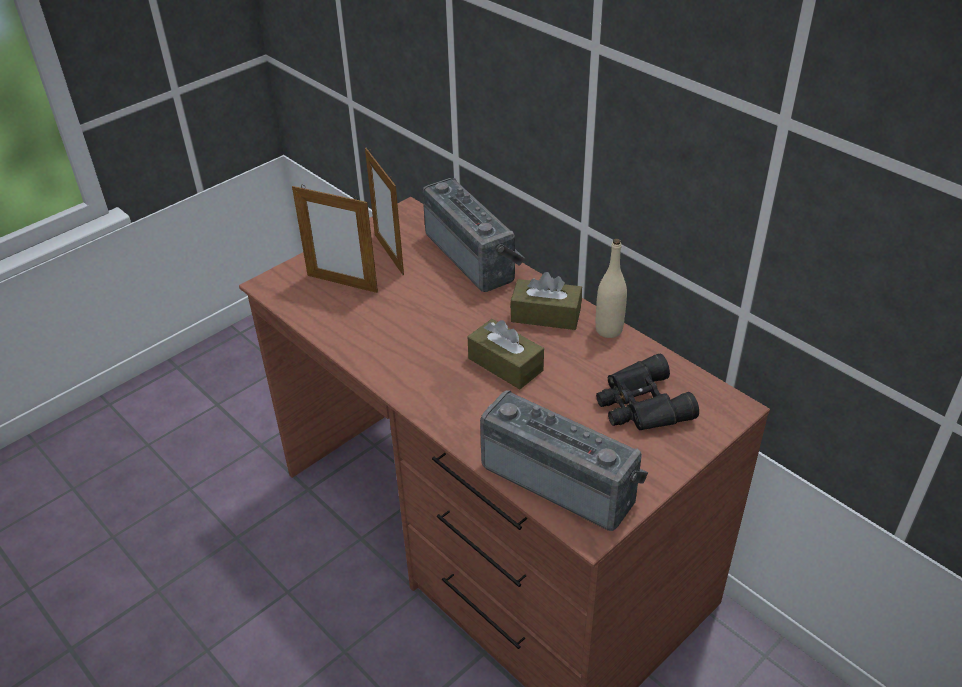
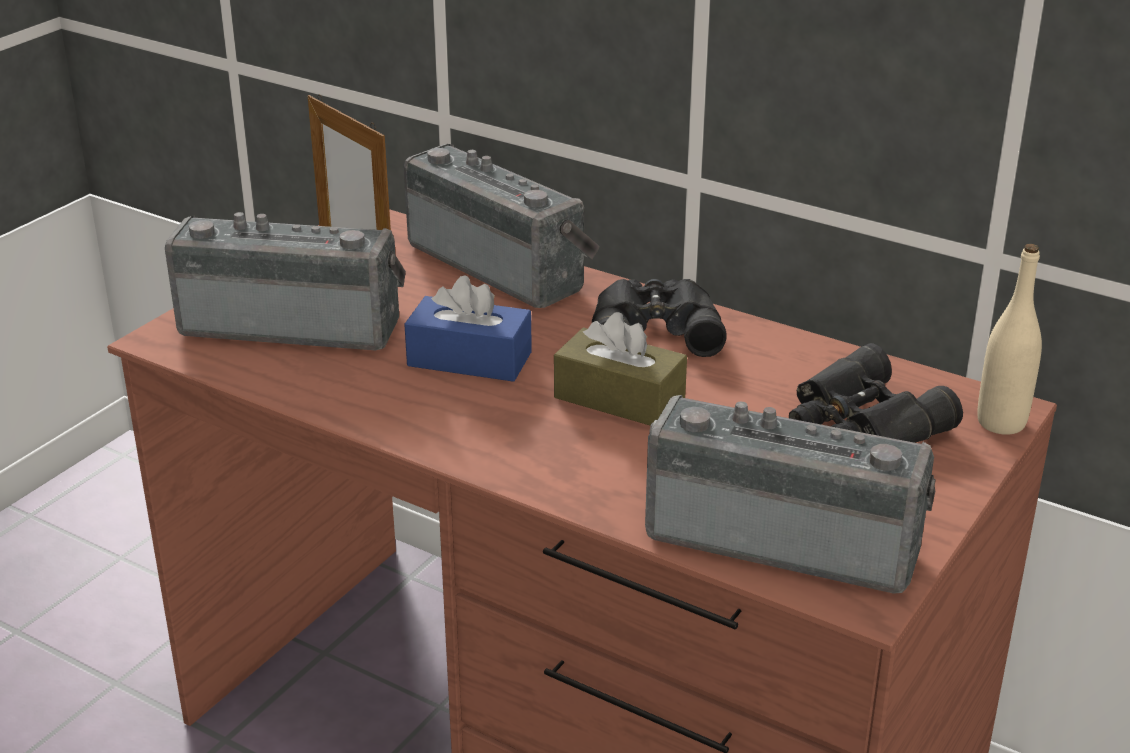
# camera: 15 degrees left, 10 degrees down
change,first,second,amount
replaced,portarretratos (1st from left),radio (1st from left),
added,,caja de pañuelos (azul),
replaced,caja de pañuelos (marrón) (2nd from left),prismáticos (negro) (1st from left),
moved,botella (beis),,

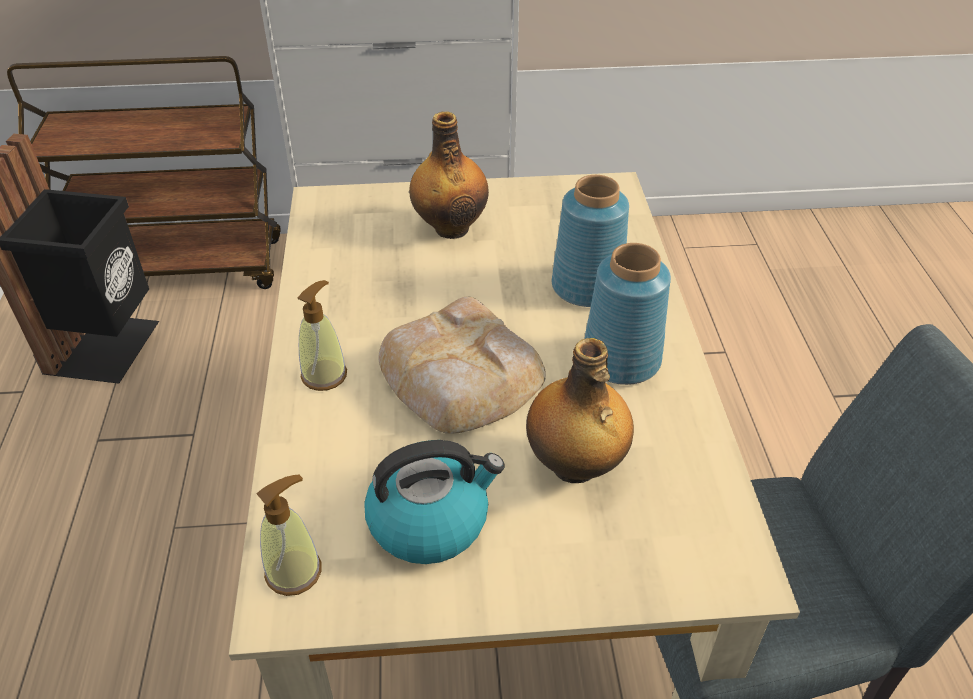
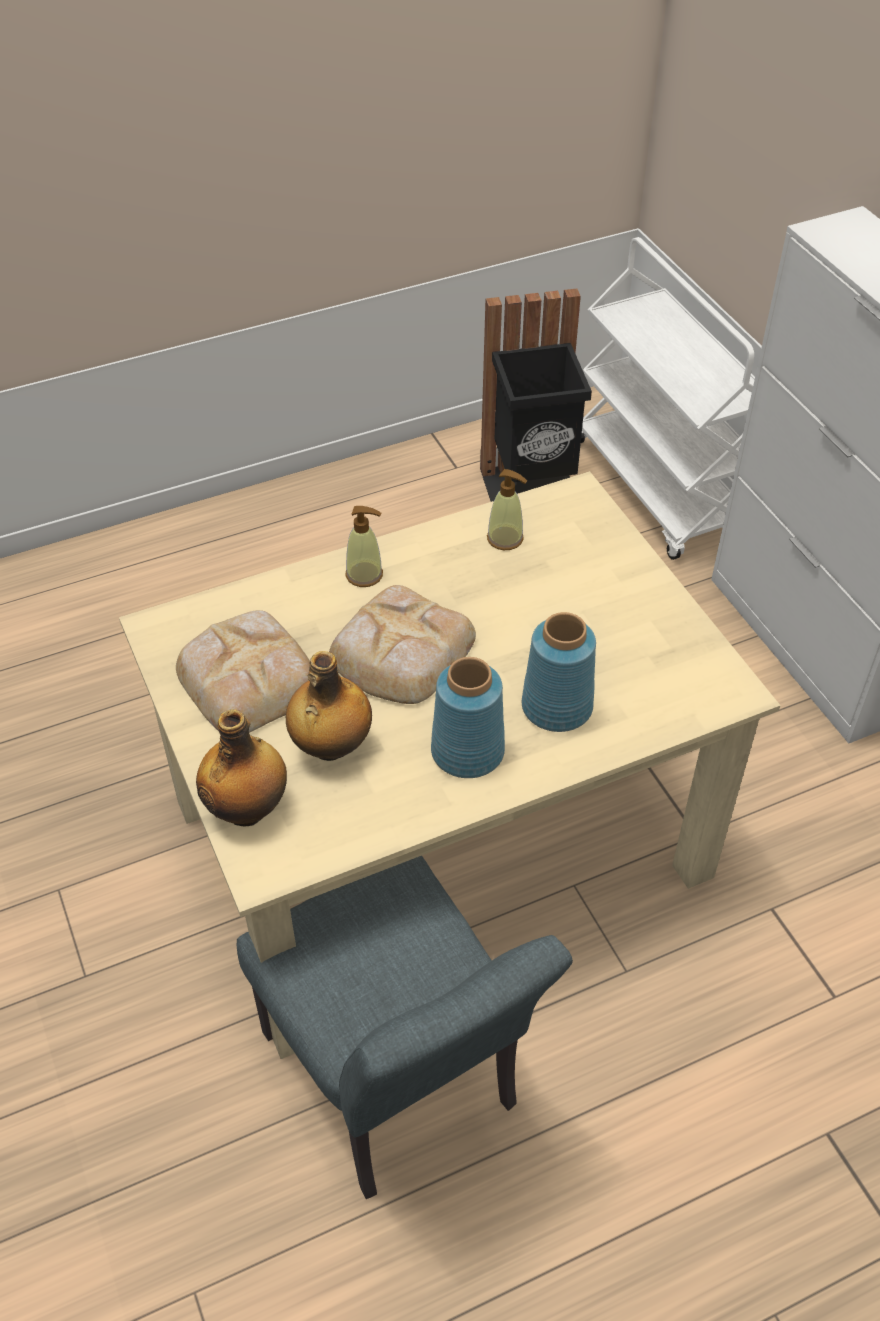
# camera: 70 degrees right, 5 degrees up
change,first,second,amount
replaced,hervidor,pan (1st from left),
moved,botella (1st from left),,
moved,dispensador de jabón (1st from left in the first image),dispensador de jabón (2nd from left),
recoloured,carrito (marrón),carrito (blanco),

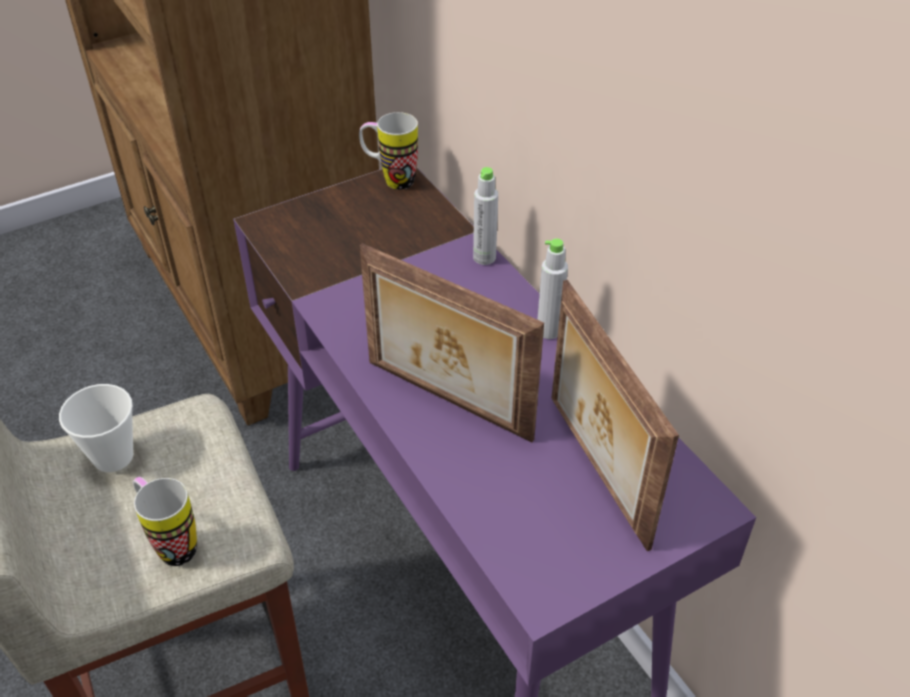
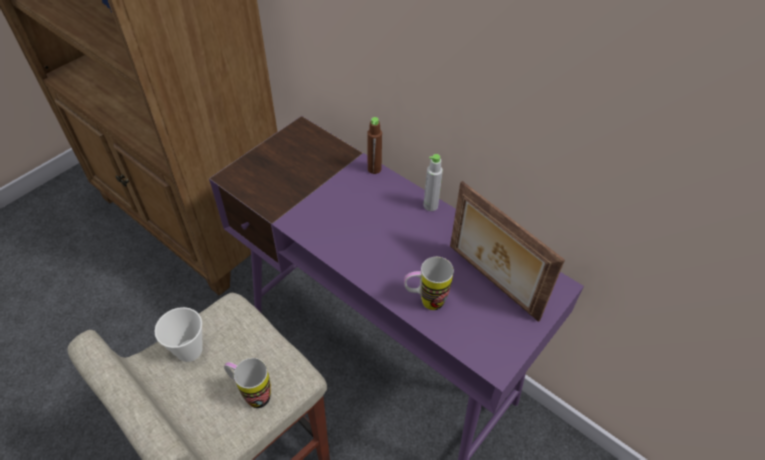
# camera: 20 degrees left, 5 degrees up
change,first,second,amount
recoloured,botella (gris) (1st from left),botella (marrón),
moved,taza grande (2nd from left),,
removed,portarretratos (1st from left),,

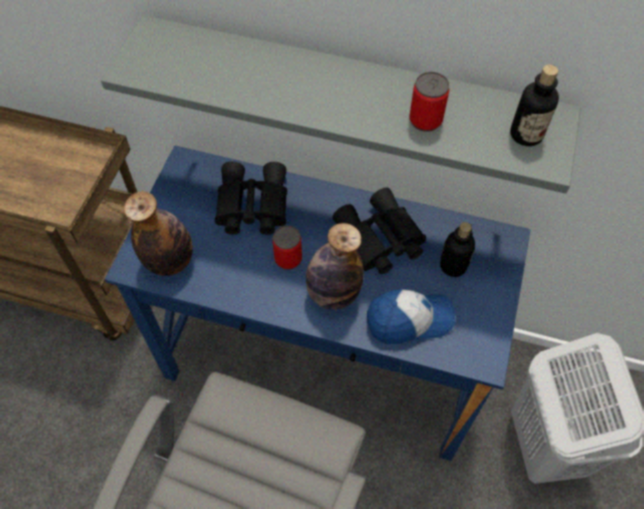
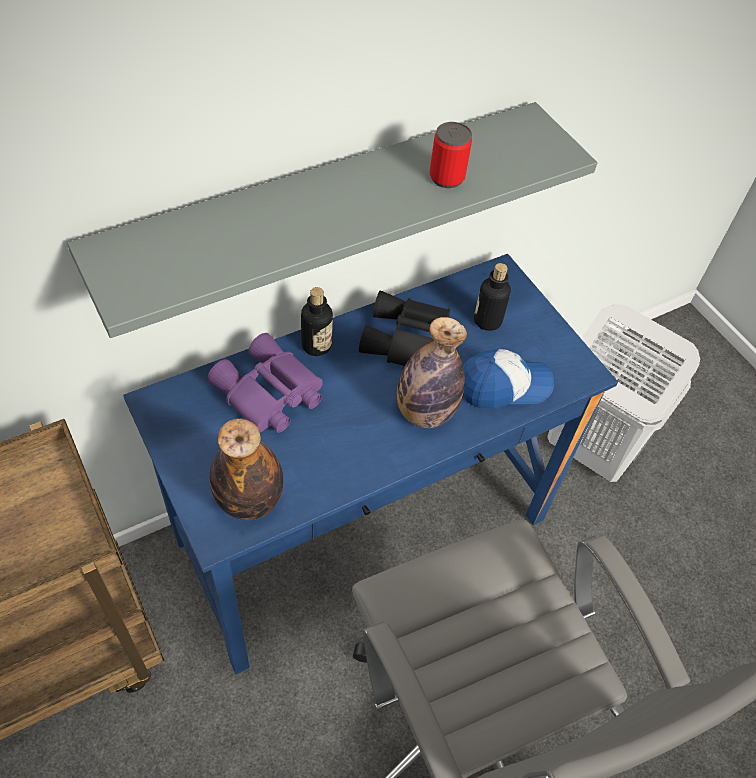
# camera: 50 degrees left, 5 degrees down
change,first,second,amount
recoloured,prismáticos (negro) (1st from left),prismáticos (morado),
moved,botella (4th from left in the first image),botella (2nd from left),
turned,gorra,,45 degrees clockwise
removed,lata (1st from left),,

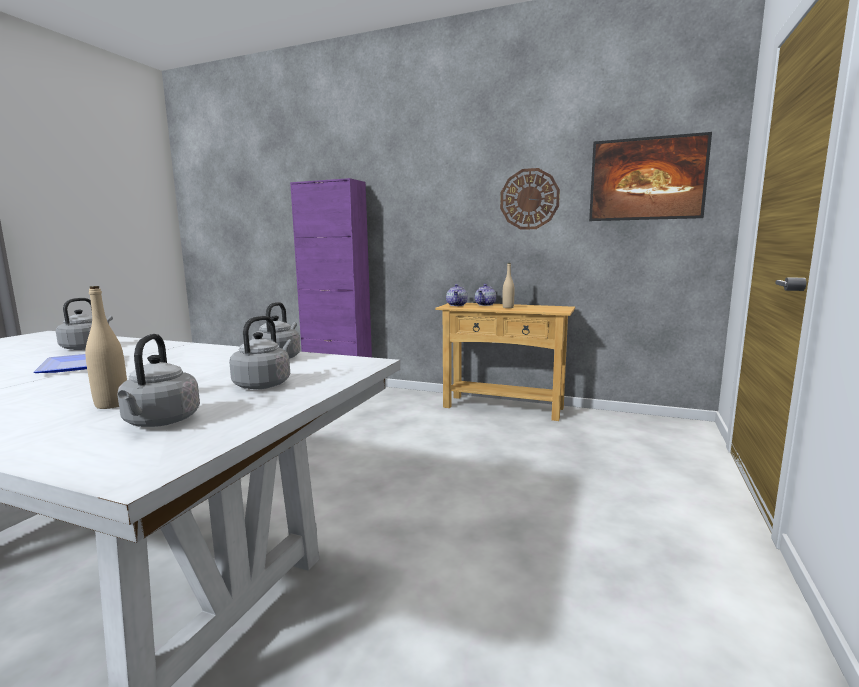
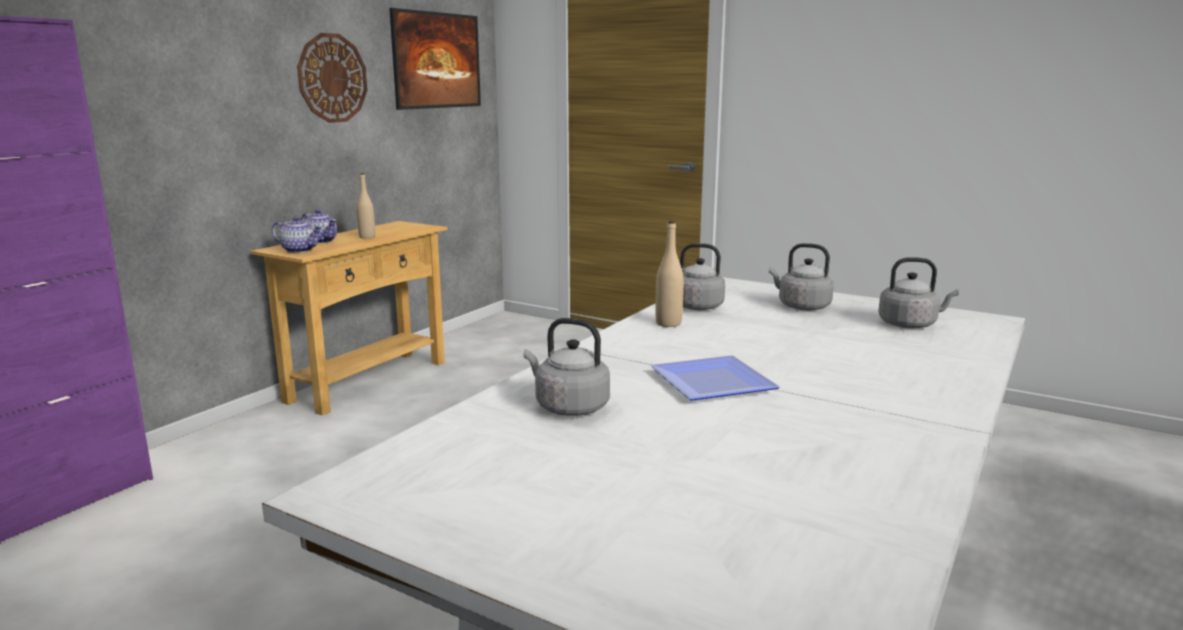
# camera: 80 degrees left, 5 degrees up
change,first,second,amount
moved,botella (beis) (1st from left in the first image),botella (beis) (2nd from left),

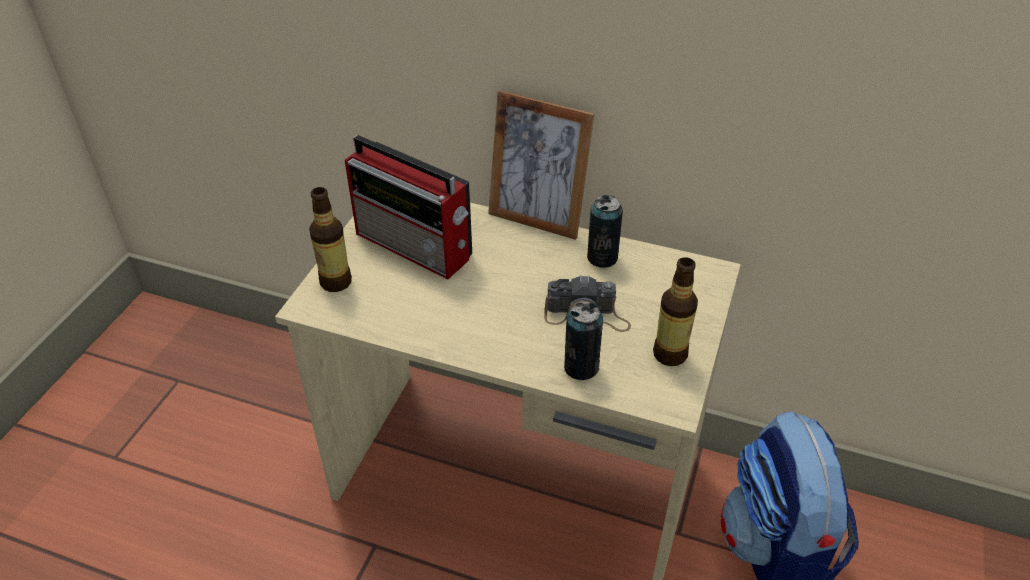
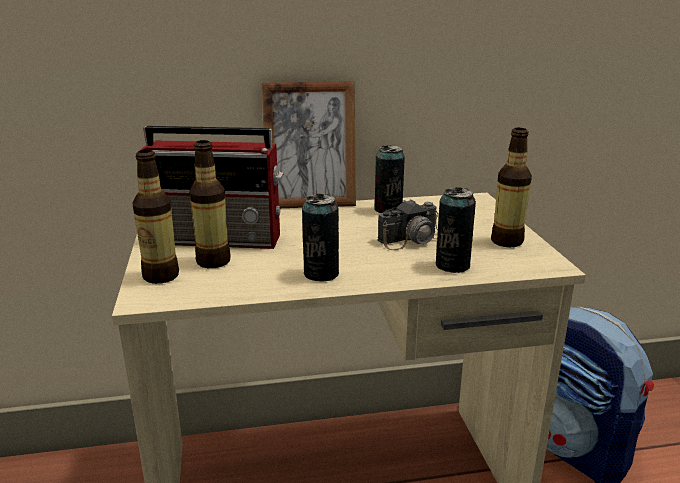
# camera: 30 degrees left, 20 degrees down
change,first,second,amount
added,,botella (2nd from left),
added,,lata (1st from left),

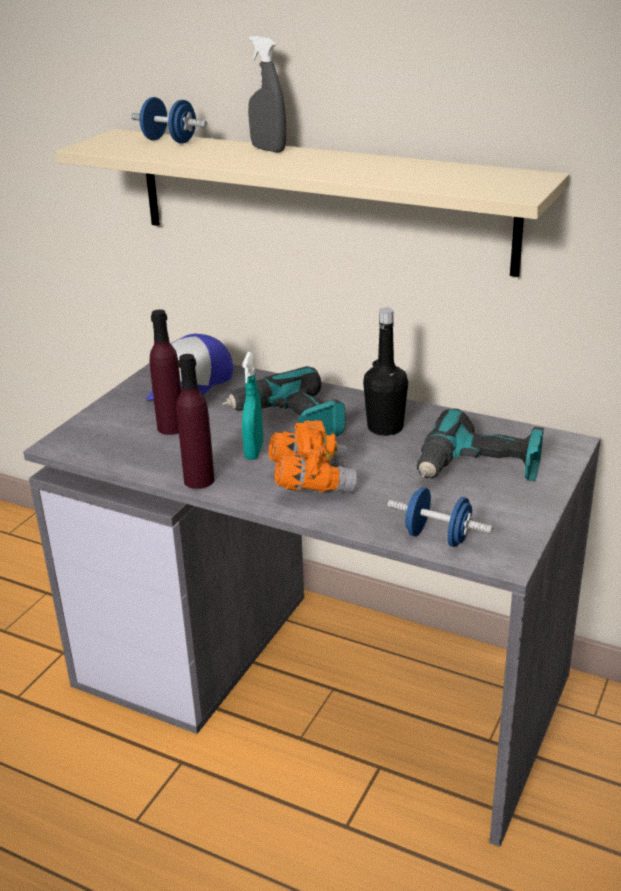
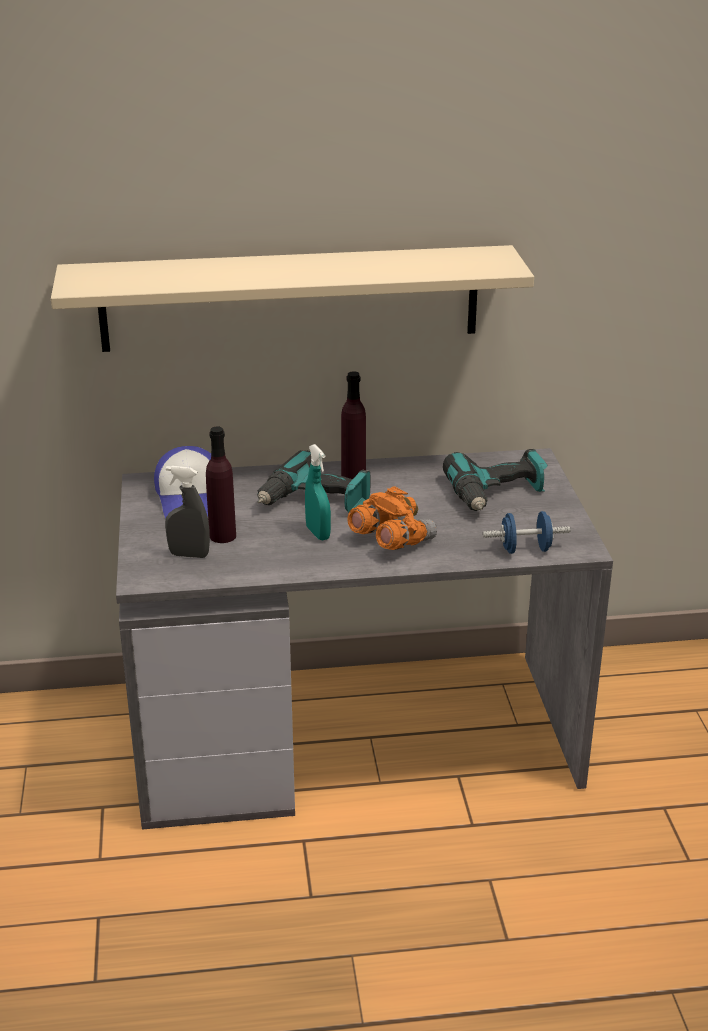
# camera: 35 degrees left, 0 degrees up
change,first,second,amount
moved,pulverizador (gris),,
moved,botella (morado) (2nd from left),,
removed,mancuerna (azul) (1st from left),,
removed,botella (negro),,

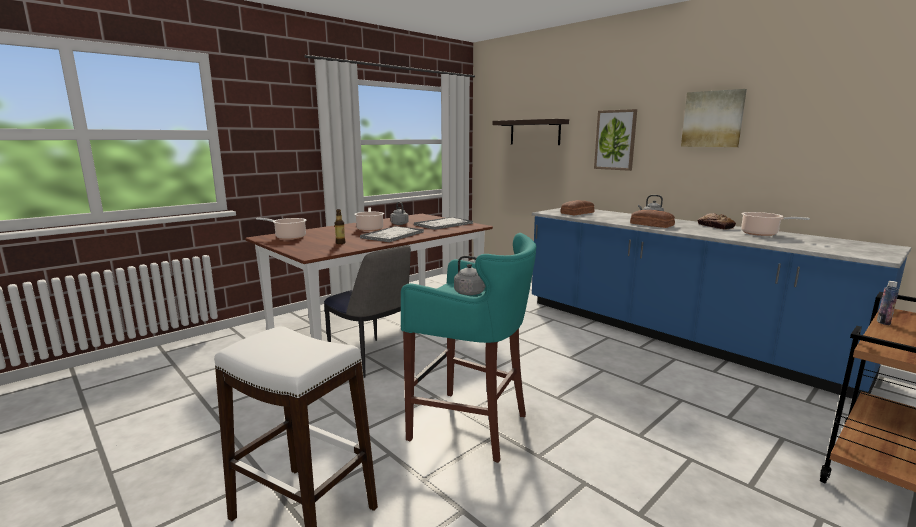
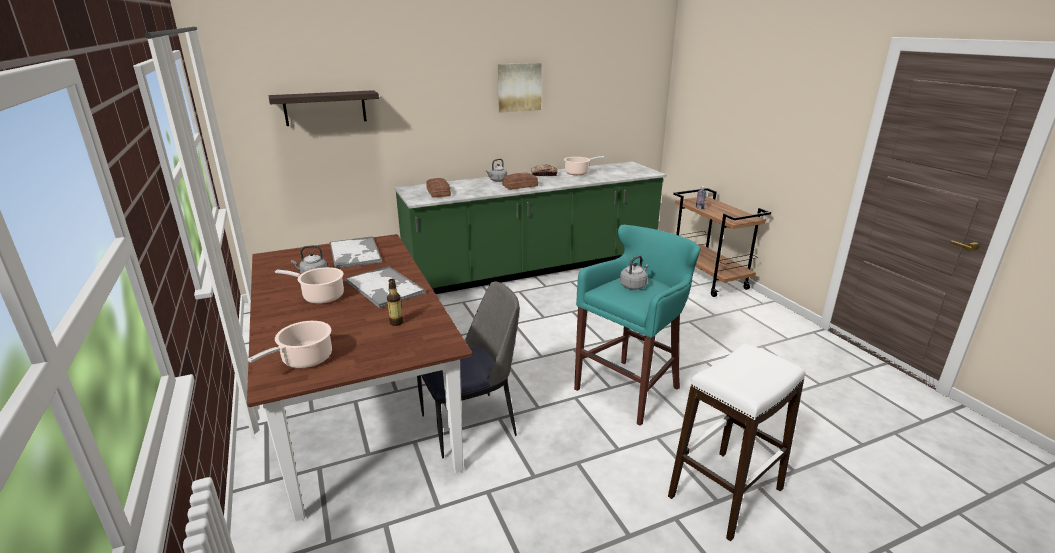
# camera: 70 degrees left, 10 degrees up
change,first,second,amount
recoloured,mueble bajo de cocina (azul),mueble bajo de cocina (verde),
removed,cuadro (1st from left),,

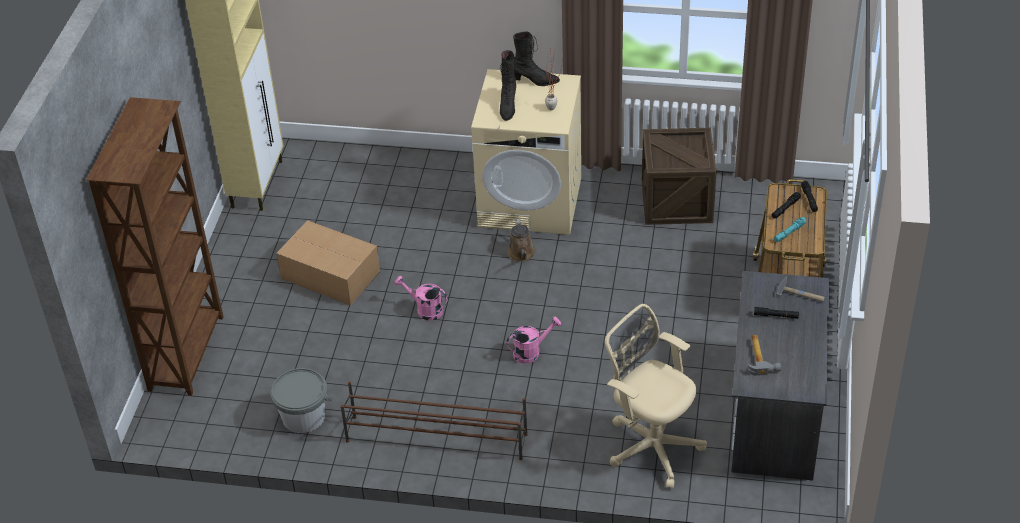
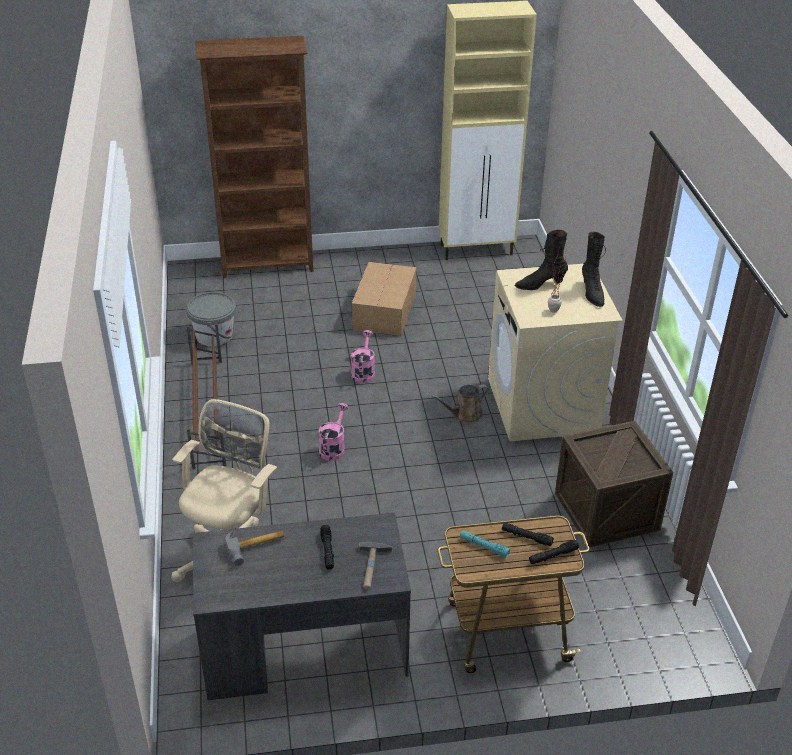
# camera: 70 degrees right, 5 degrees down
change,first,second,amount
turned,regadera (rosa) (2nd from left in the first image),regadera (rosa) (1st from left),120 degrees counterclockwise

